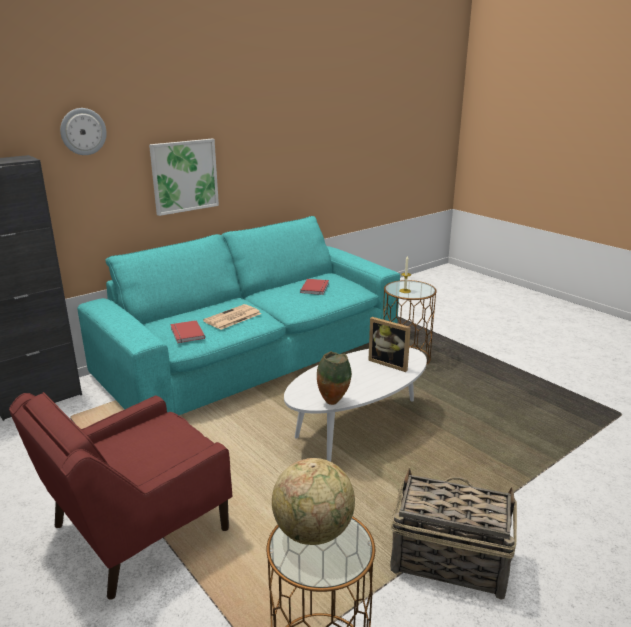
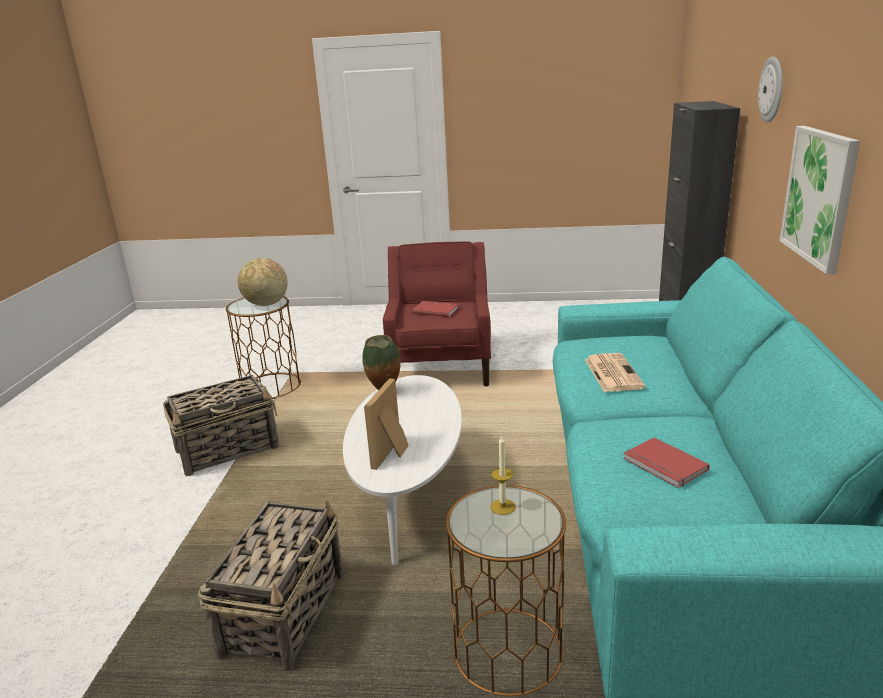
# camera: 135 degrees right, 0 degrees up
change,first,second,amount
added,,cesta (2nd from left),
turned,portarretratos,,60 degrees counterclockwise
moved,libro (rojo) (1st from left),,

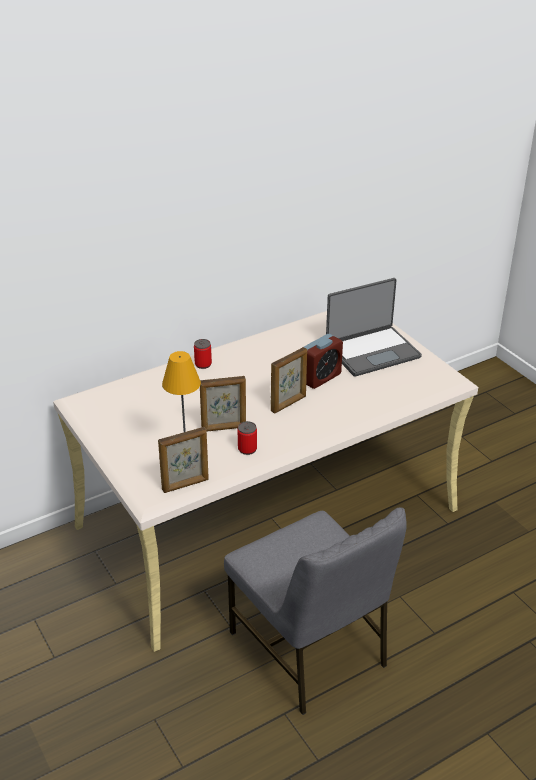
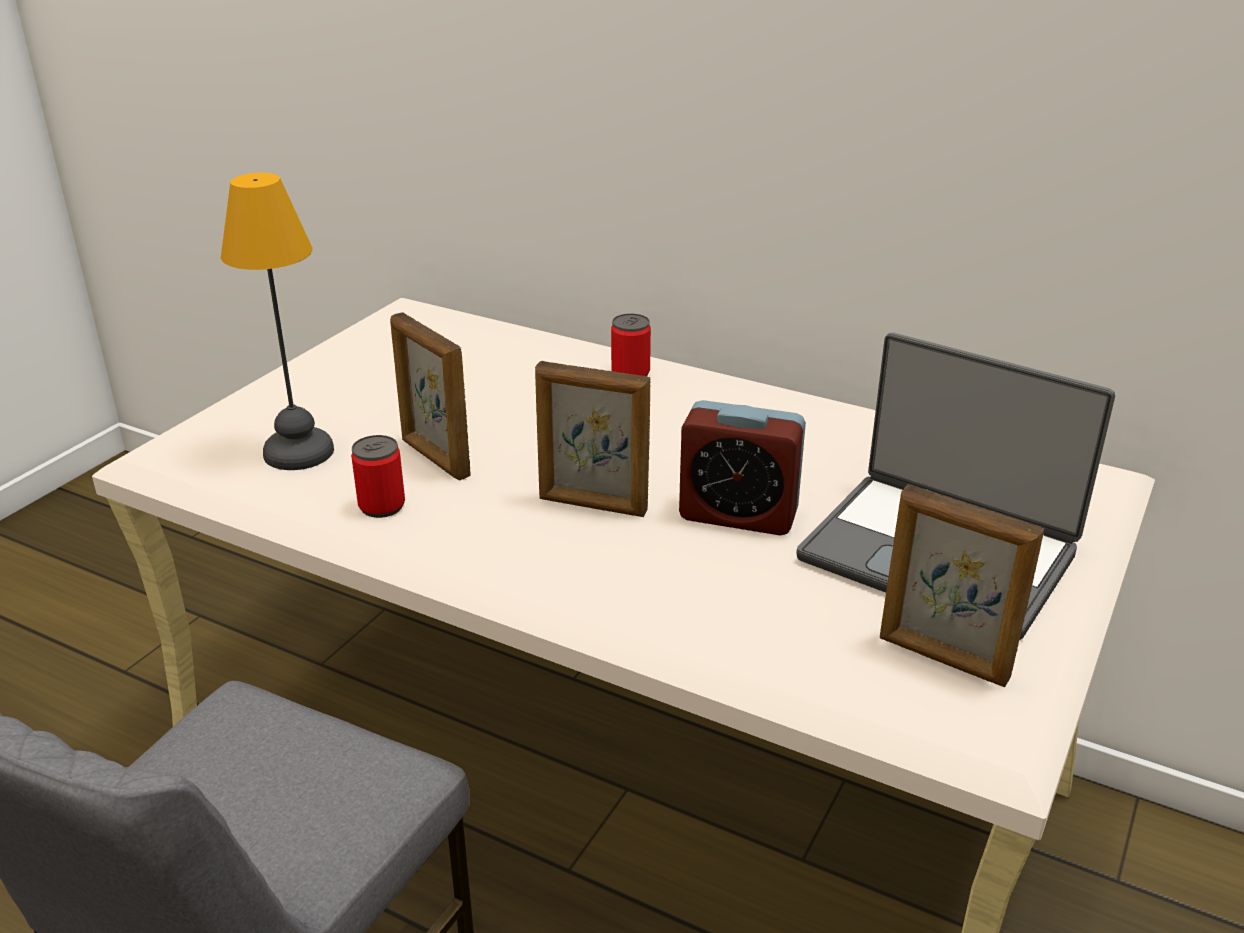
# camera: 60 degrees right, 5 degrees down
change,first,second,amount
moved,portarretratos (1st from left in the first image),portarretratos (3rd from left),

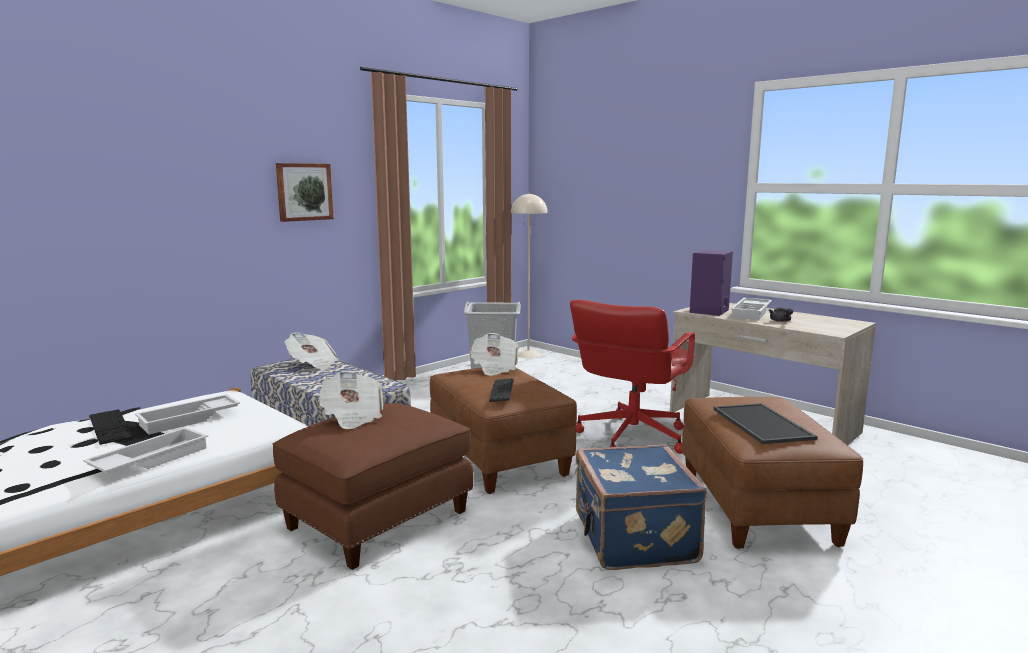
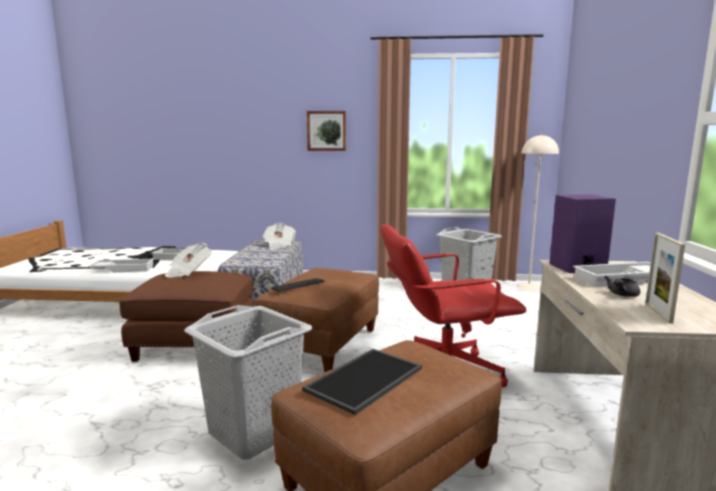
# camera: 50 degrees right, 0 degrees up
change,first,second,amount
replaced,maleta (azul),cesto de la ropa (gris) (1st from left),
added,,portarretratos,
removed,periódico (3rd from left),,

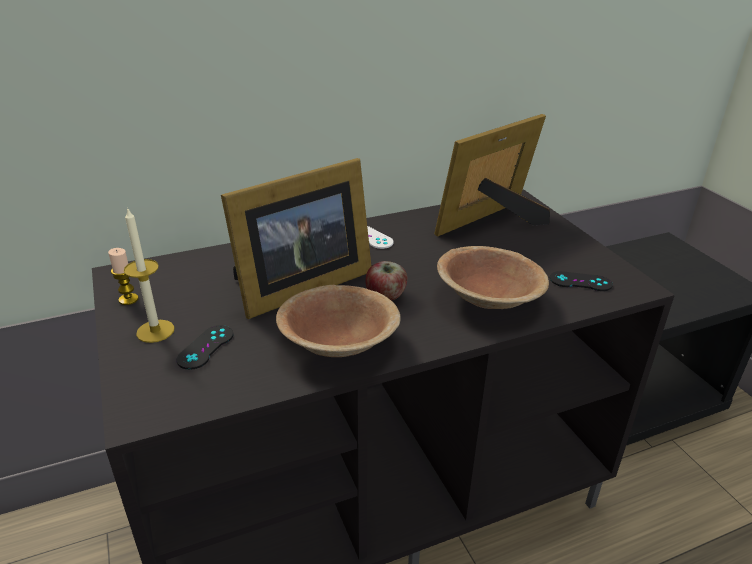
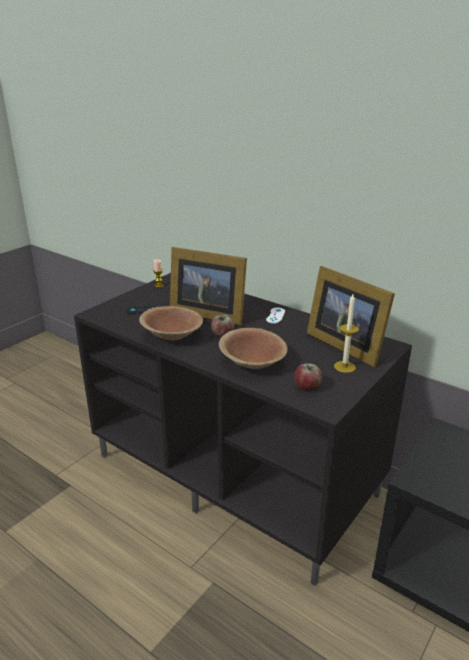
# camera: 60 degrees right, 5 degrees down
change,first,second,amount
replaced,mando de consola (negro) (2nd from left),manzana (2nd from left),
turned,portarretratos (2nd from left),,150 degrees counterclockwise
moved,vela (2nd from left),,

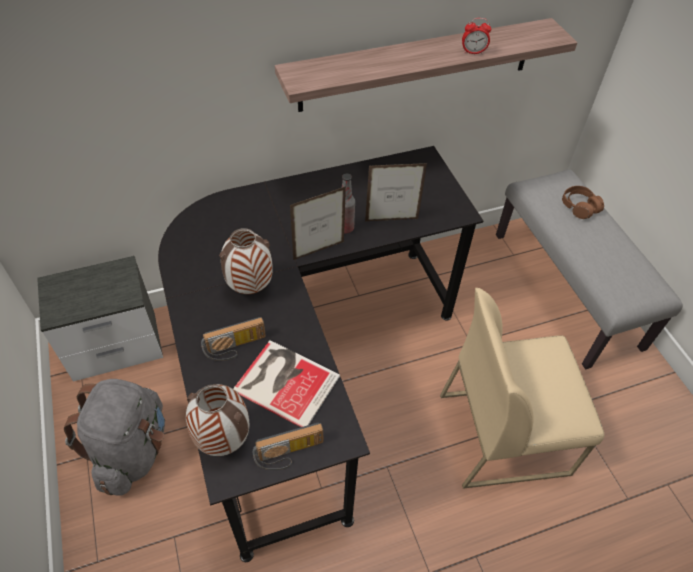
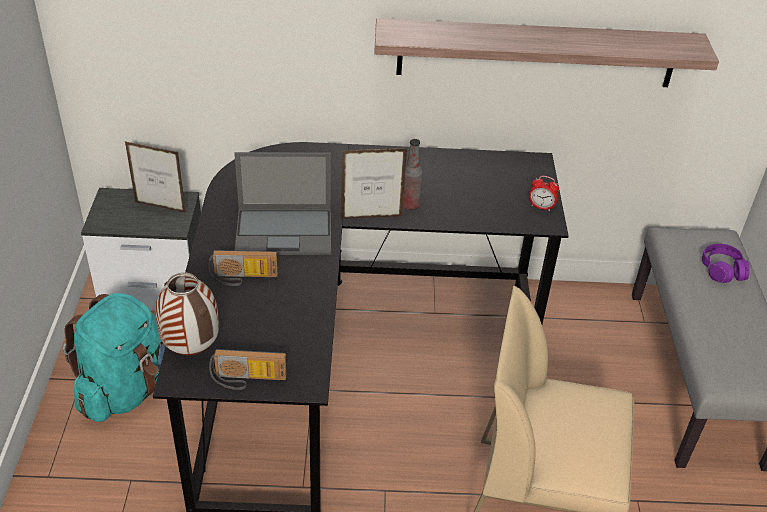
# camera: 20 degrees right, 10 degrees down
change,first,second,amount
recoloured,mochila (gris),mochila (turquesa),
moved,portarretratos (2nd from left in the first image),portarretratos (1st from left),
replaced,florero (2nd from left),portátil,
moved,despertador,,
recoloured,auriculares (marrón),auriculares (morado),
removed,libro,,

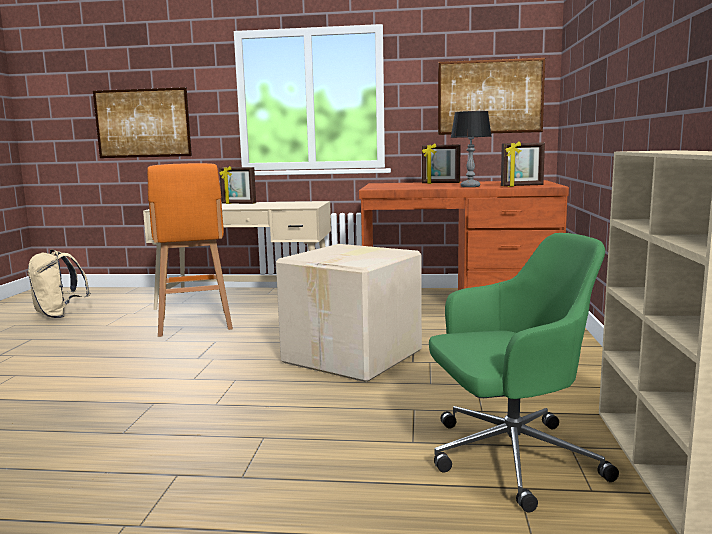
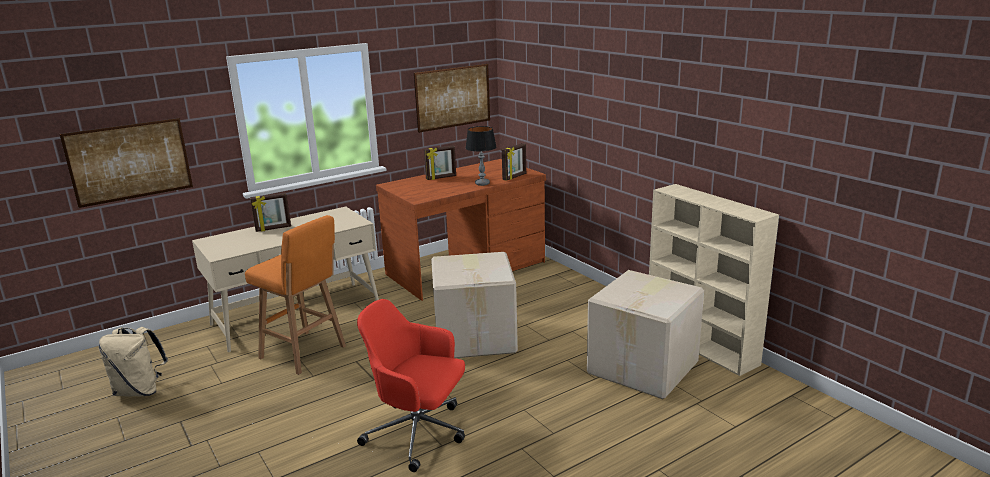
# camera: 40 degrees left, 10 degrees up
change,first,second,amount
added,,silla de oficina (rojo),
replaced,silla de oficina (verde),caja de cartón (2nd from left),

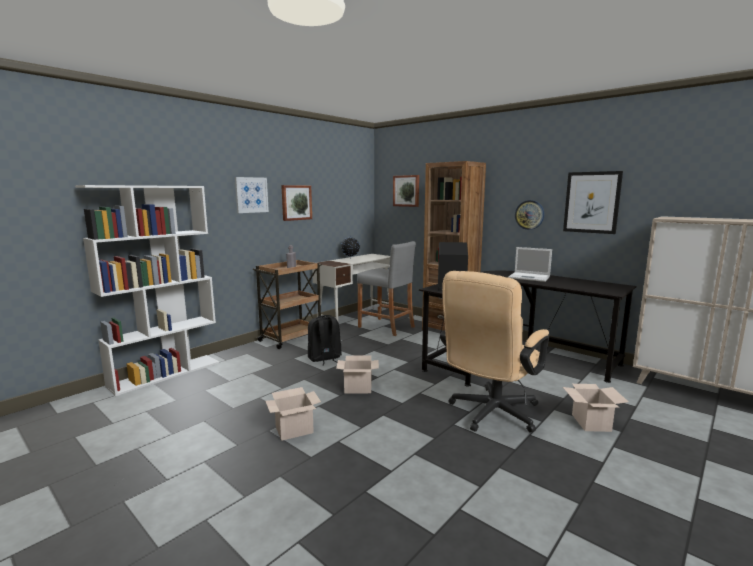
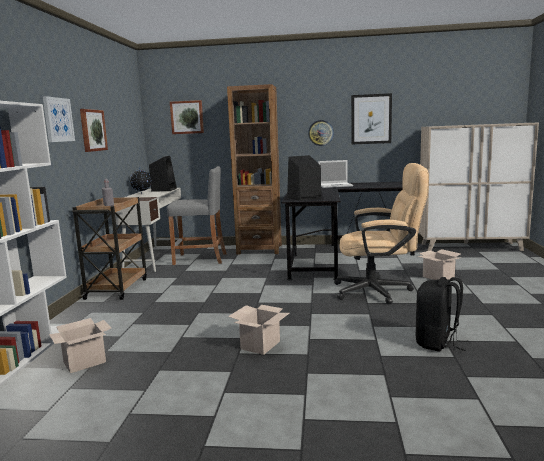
# camera: 35 degrees left, 0 degrees up
change,first,second,amount
moved,caja de cartón (2nd from left in the first image),caja de cartón (1st from left),
added,,altavoz (negro) (1st from left),
turned,silla de oficina (beis),,90 degrees counterclockwise
moved,mochila (negro),,

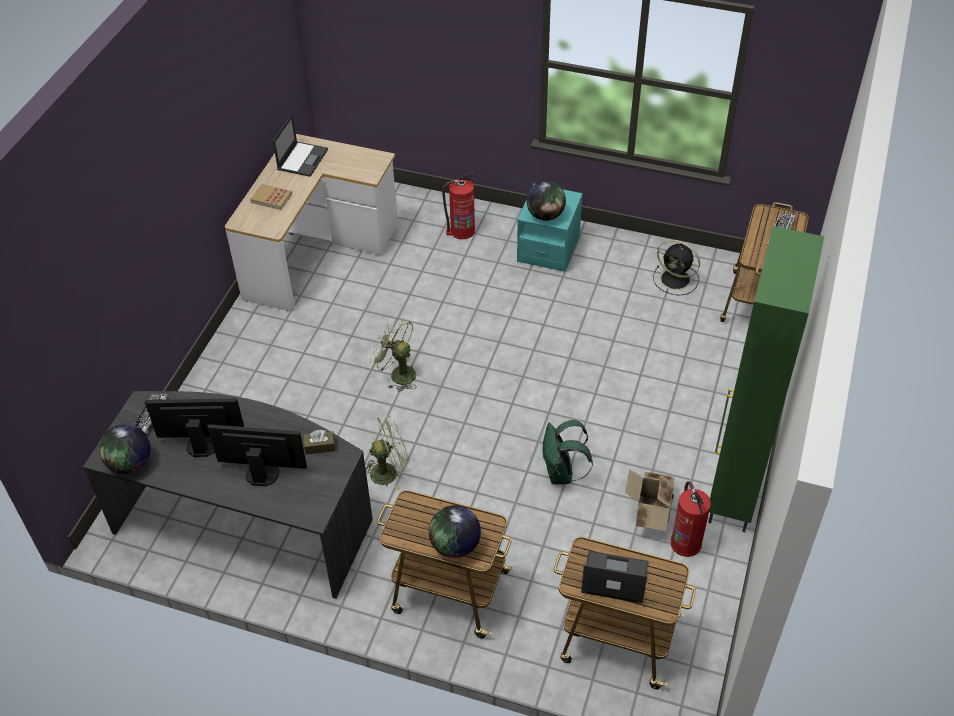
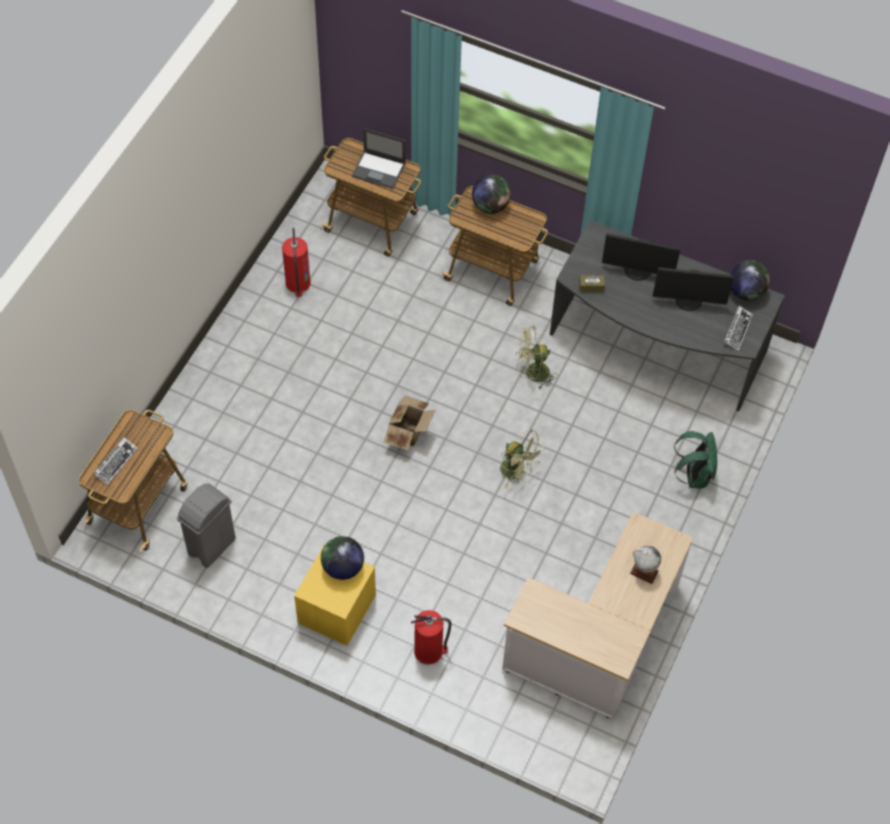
# camera: 175 degrees left, 10 degrees up
change,first,second,amount
replaced,ventilador (negro),papelera (gris),
recoloured,mesita de noche (turquesa),mesita de noche (amarillo),
moved,caja de cartón,,
replaced,libro,globo terráqueo (3rd from left),
moved,mochila (verde),,
removed,portátil (1st from left),,
removed,armario (verde),,

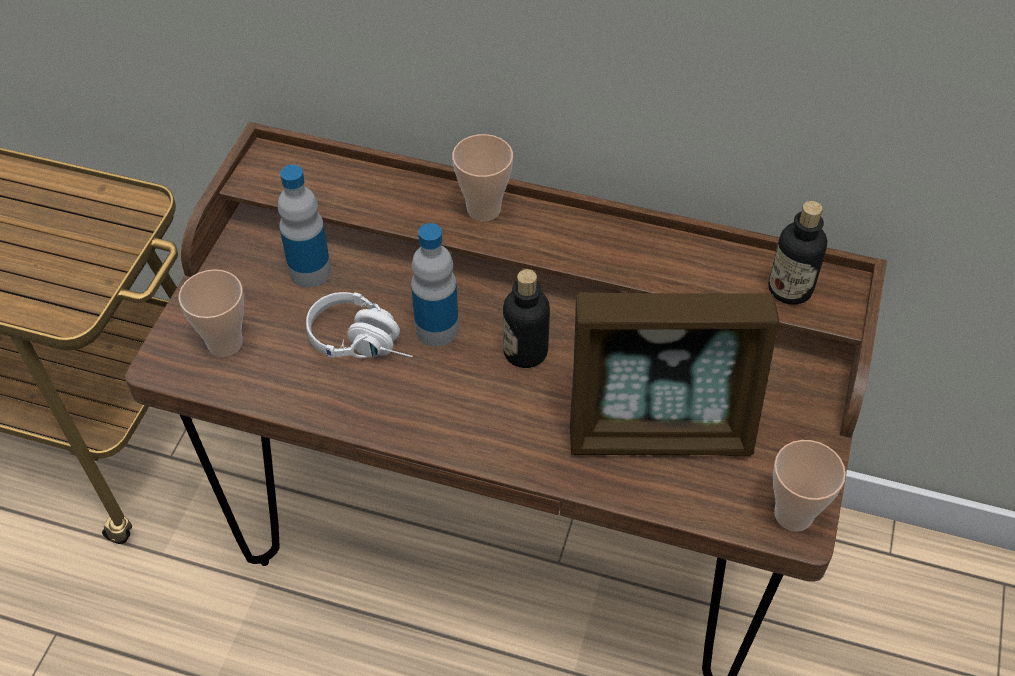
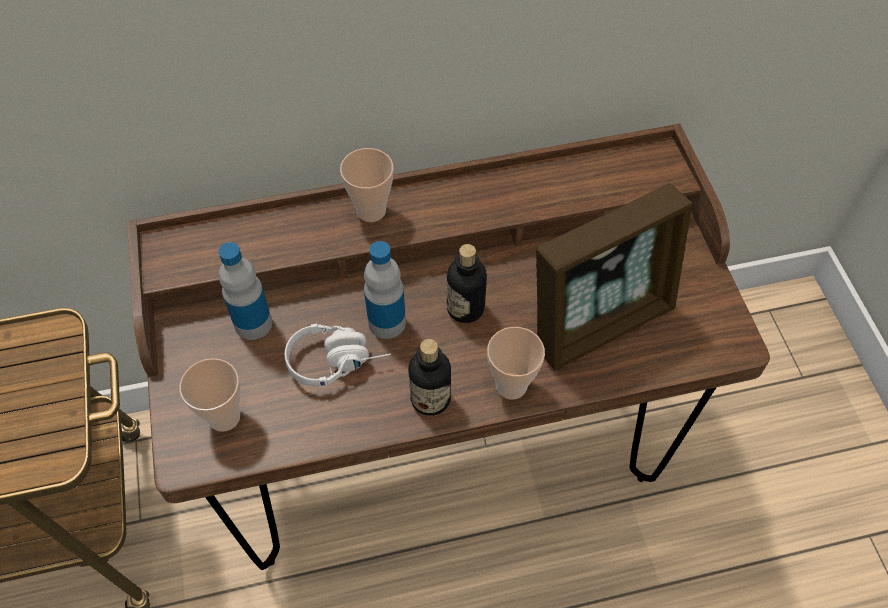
# camera: 30 degrees left, 5 degrees up
change,first,second,amount
moved,botella (4th from left in the first image),botella (3rd from left),
moved,taza (3rd from left),,

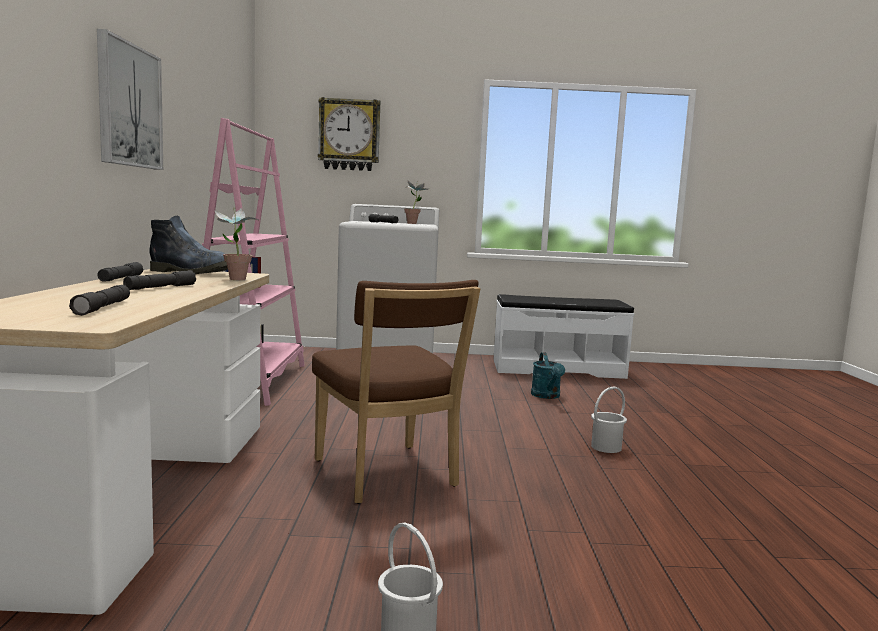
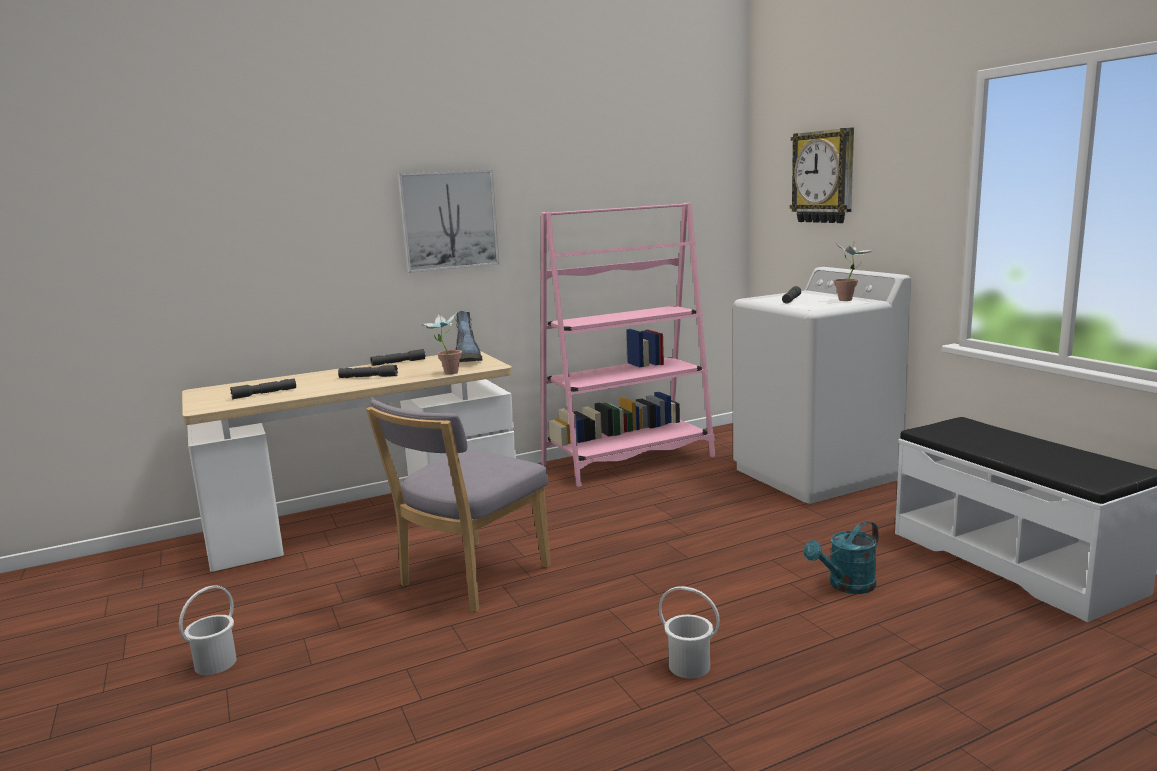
# camera: 65 degrees right, 5 degrees up
change,first,second,amount
recoloured,silla (marrón),silla (gris),

